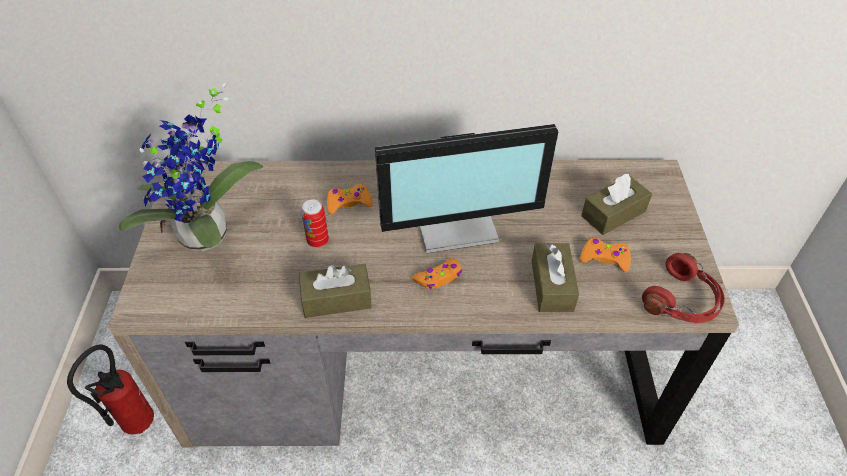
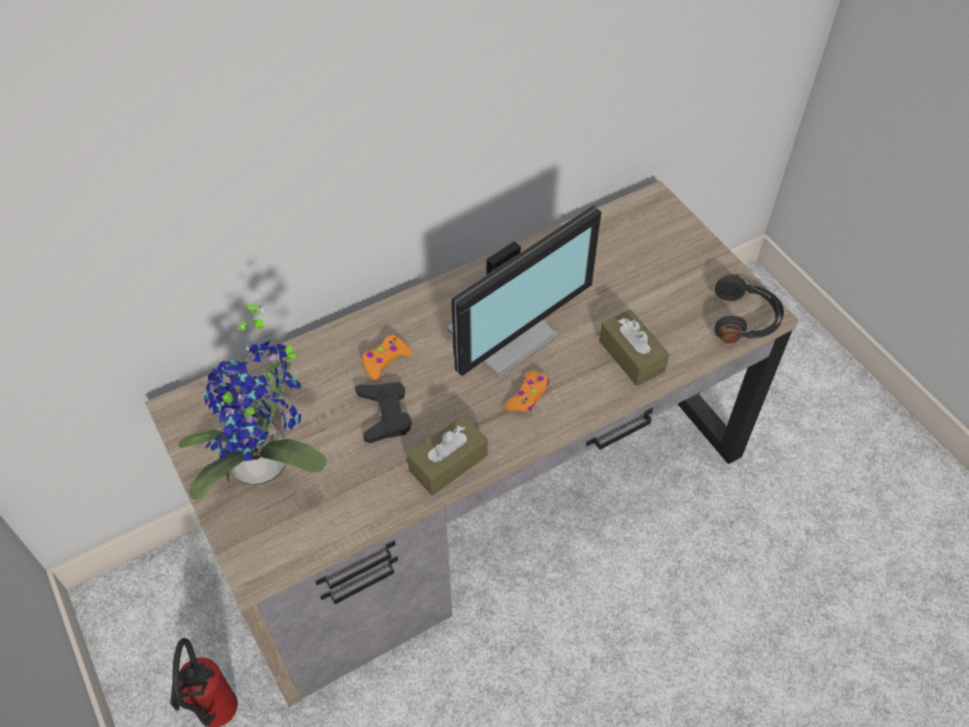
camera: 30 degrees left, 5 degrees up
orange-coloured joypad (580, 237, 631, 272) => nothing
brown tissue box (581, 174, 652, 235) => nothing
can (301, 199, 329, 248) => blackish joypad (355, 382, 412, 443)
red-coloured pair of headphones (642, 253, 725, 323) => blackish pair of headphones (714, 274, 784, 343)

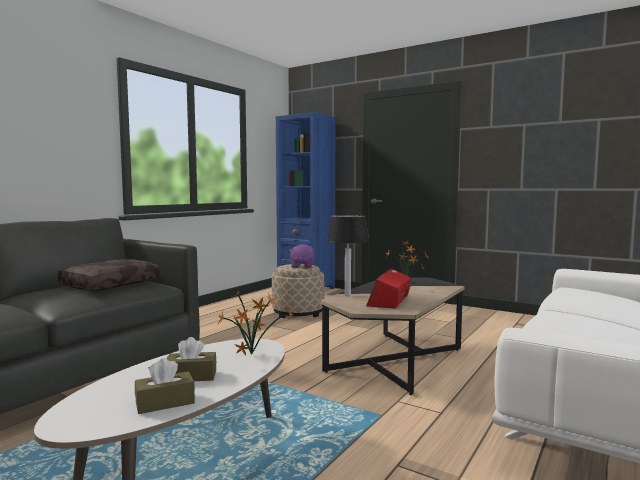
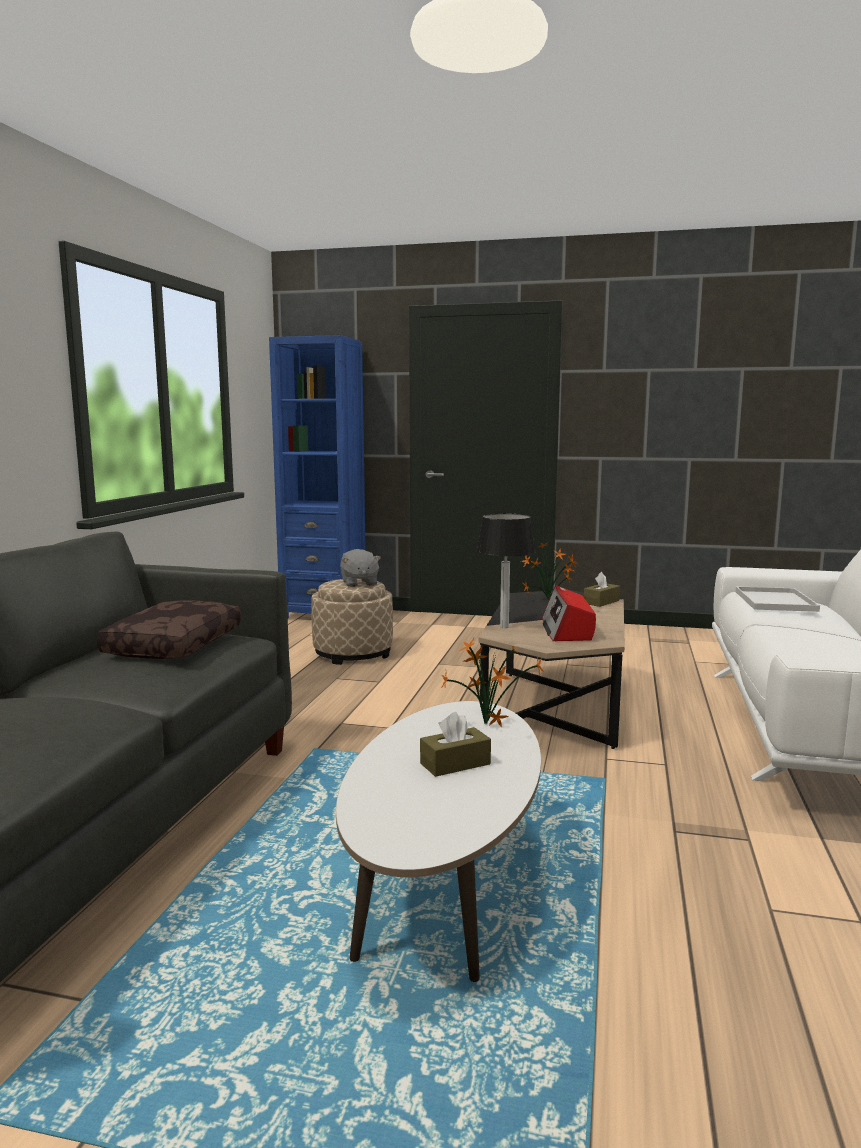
camera: 20 degrees left, 5 degrees up
nothing => white-coloured carrying tray (735, 586, 820, 612)
brown tissue box (135, 358, 195, 414) => brown tissue box (584, 572, 620, 607), relocated
purple-coloured soft toy (289, 244, 315, 268) => gray soft toy (340, 549, 381, 587)

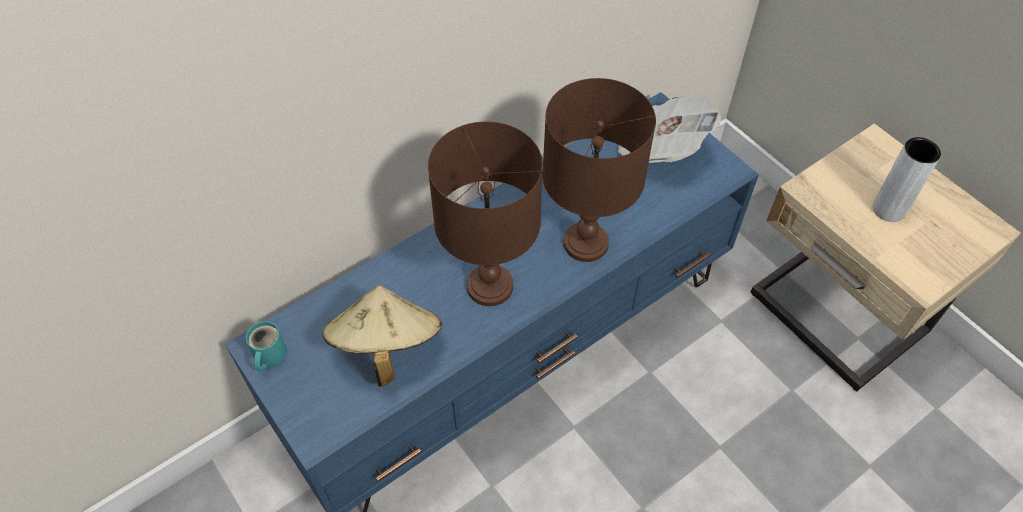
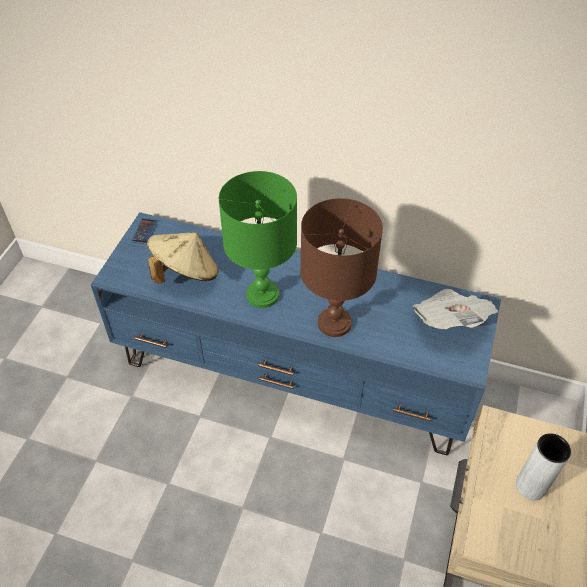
camera: 55 degrees right, 5 degrees down
turquoise coffee mug (246, 321, 287, 372) => phone (131, 218, 157, 244)
brown table lamp (428, 122, 543, 306) => green-coloured table lamp (219, 171, 297, 308)

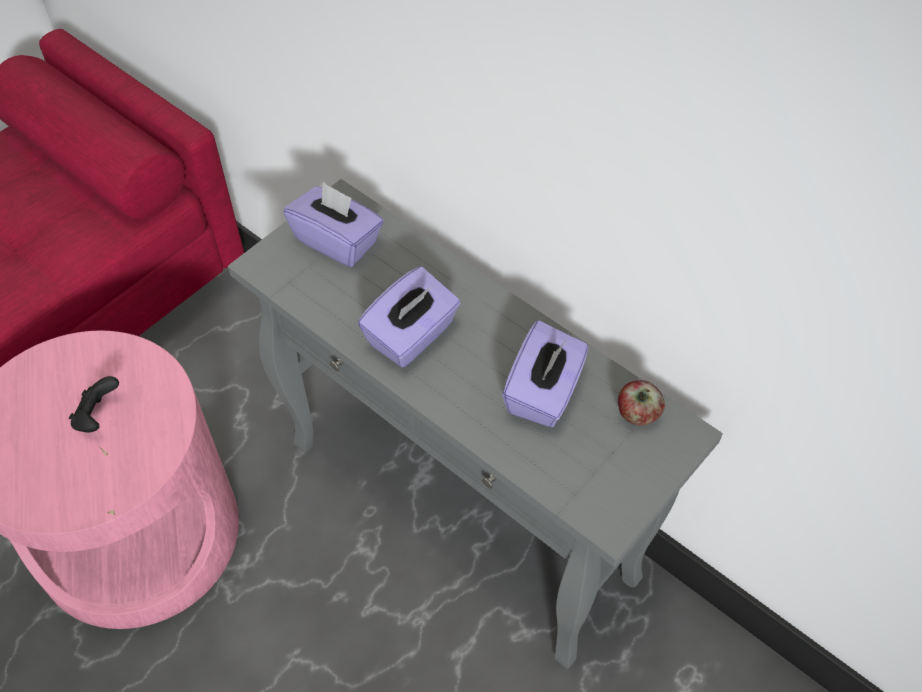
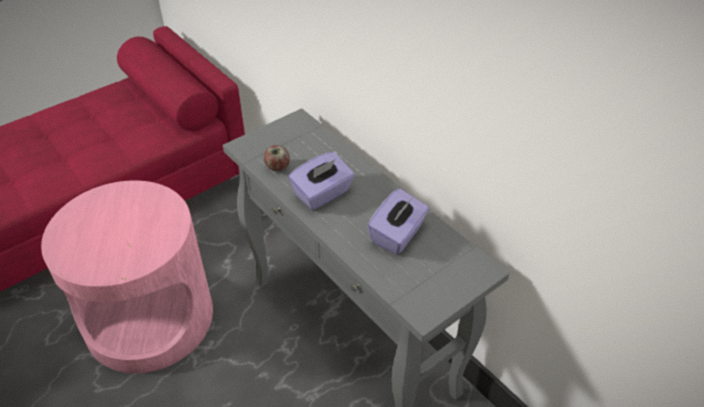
camera: 10 degrees right, 10 degrees down
blackish joypad (69, 376, 119, 432) => nothing
purple-coloured tissue box (283, 182, 384, 267) => nothing
apple (618, 380, 665, 426) => apple (264, 145, 290, 171), relocated

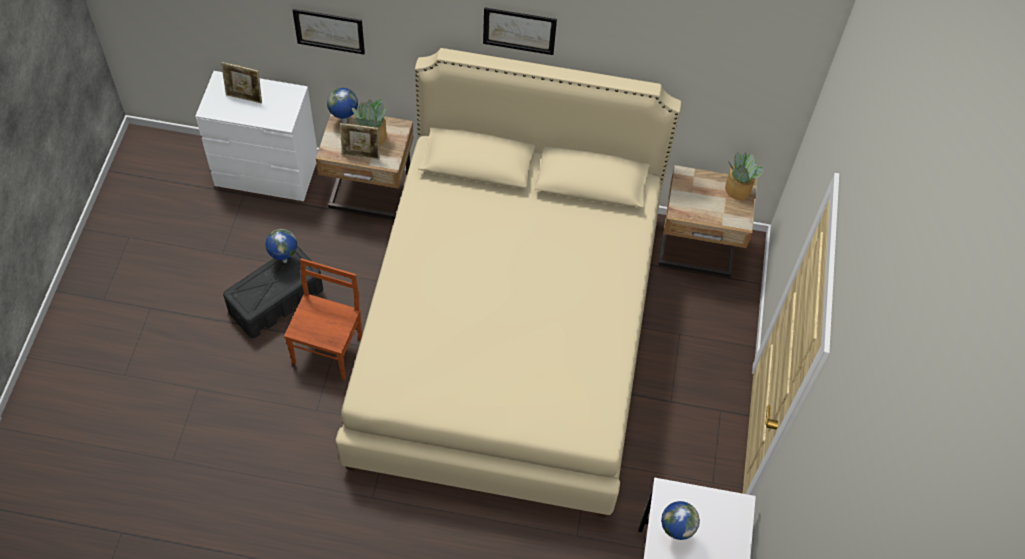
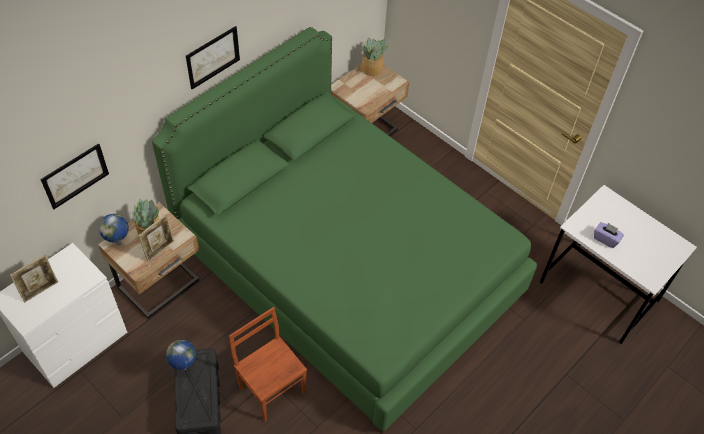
camera: 55 degrees left, 5 degrees down
globe (661, 501, 700, 540) => purple-coloured tissue box (594, 222, 624, 248)
sand-coloured bed (336, 48, 681, 518) => green-coloured bed (152, 27, 537, 433)

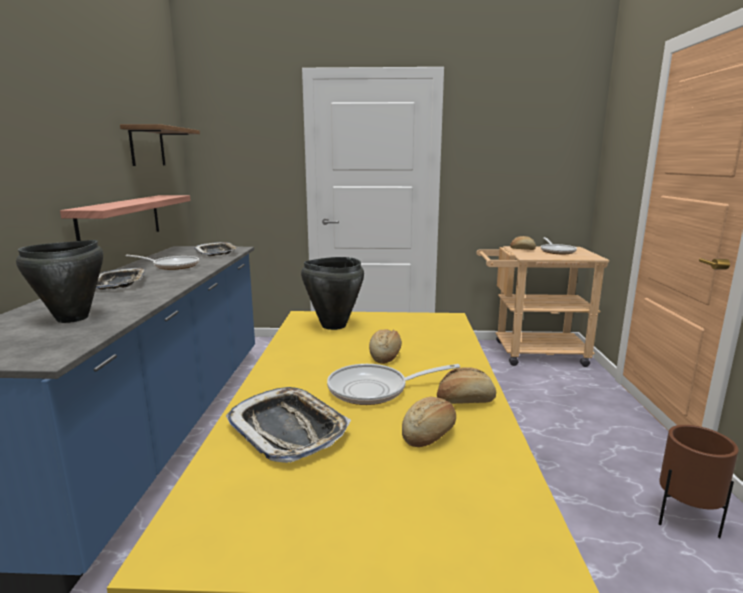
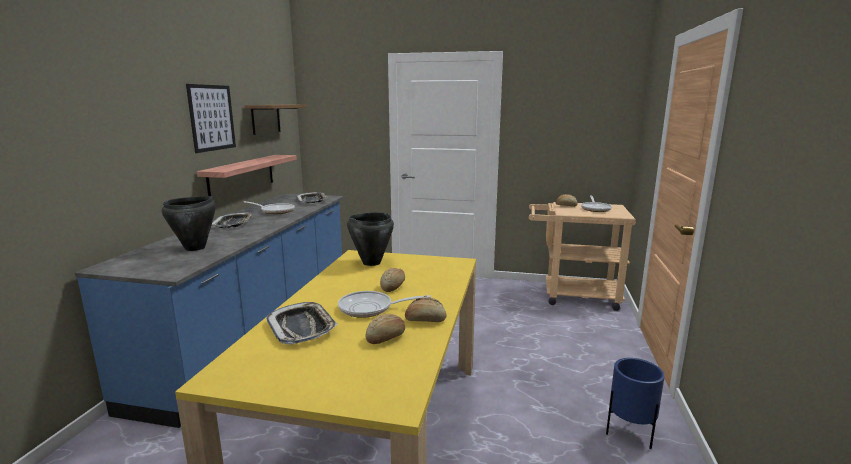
camera: 10 degrees right, 0 degrees up
nothing => wall picture (186, 84, 236, 153)
brown plant pot (659, 425, 739, 538) => blue plant pot (606, 358, 665, 449)

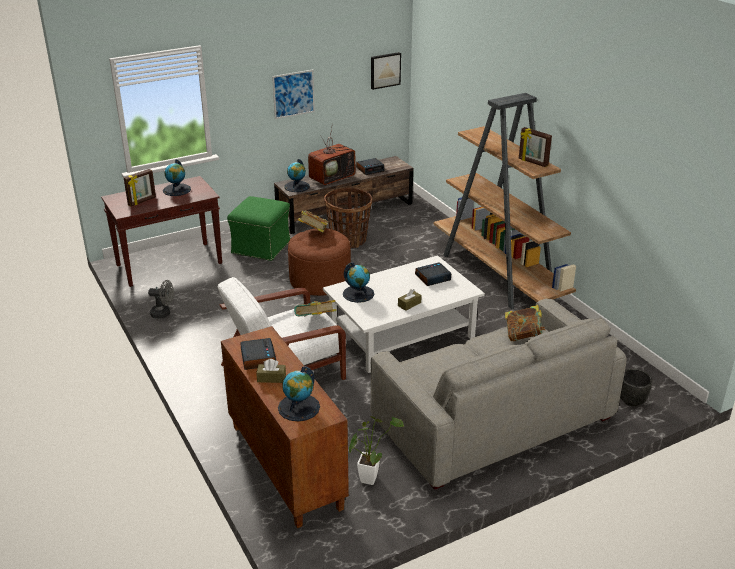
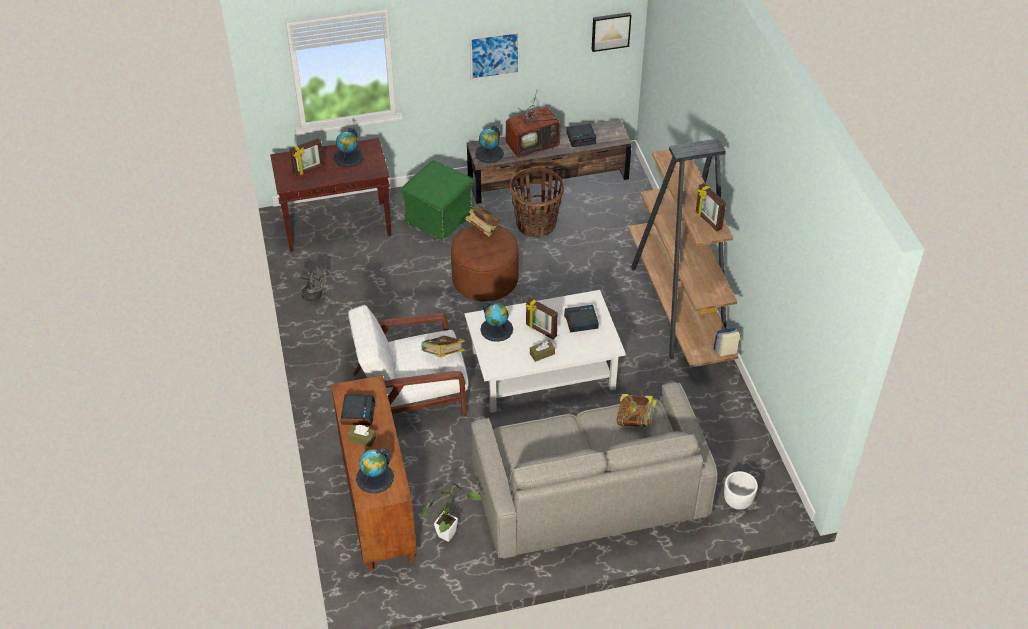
camera: 15 degrees right, 15 degrees up
nothing => picture frame (526, 298, 558, 339)
blackish plant pot (620, 368, 653, 406) => white-coloured plant pot (724, 471, 758, 510)

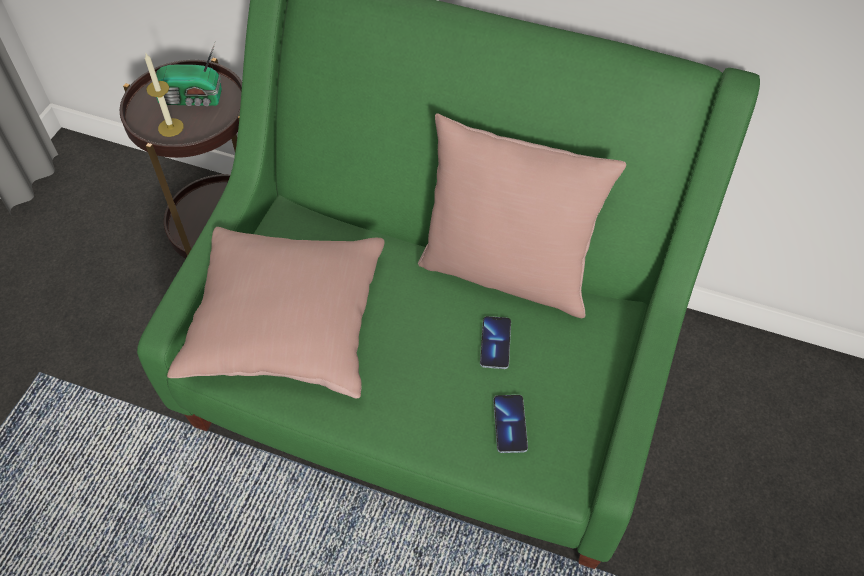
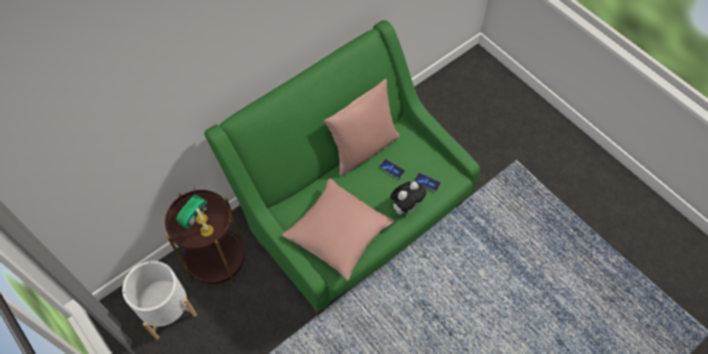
camera: 60 degrees left, 5 degrees up
nothing => white-coloured plant pot (122, 261, 197, 340)
nothing => soft toy (390, 182, 426, 215)

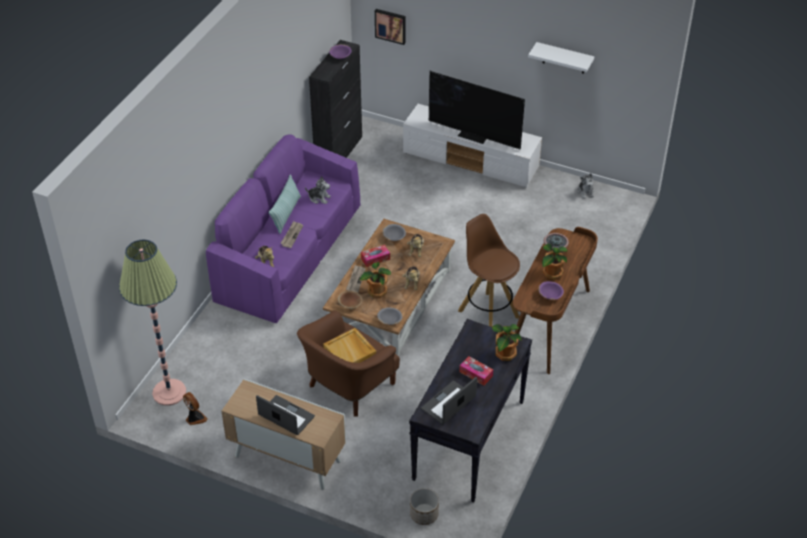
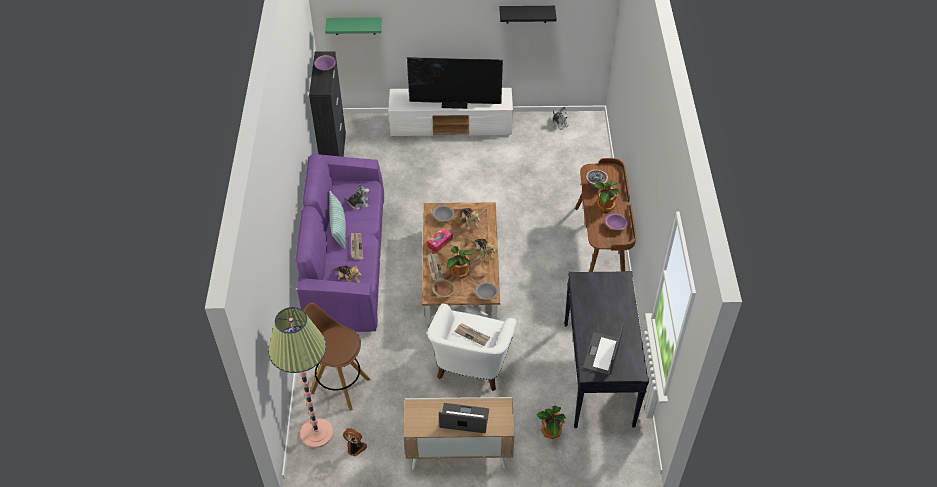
camera: 25 degrees left, 5 degrees up
plant pot (410, 488, 439, 525) => nothing
tissue box (459, 356, 493, 386) => nothing
brown sitting stool (458, 214, 520, 327) => brown sitting stool (299, 302, 371, 411), relocated
potted plant (492, 324, 522, 361) => potted plant (536, 406, 566, 439), relocated
sand-coloured carrying tray (323, 328, 376, 363) => daily paper (454, 323, 491, 346)
wall picture (375, 9, 406, 45) => green-coloured shelf (325, 17, 382, 35)
brown lounge chair (297, 310, 400, 417) => white-coloured lounge chair (427, 304, 516, 391)
white-coloured shelf (528, 42, 595, 74) => blackish shelf (499, 6, 557, 23)

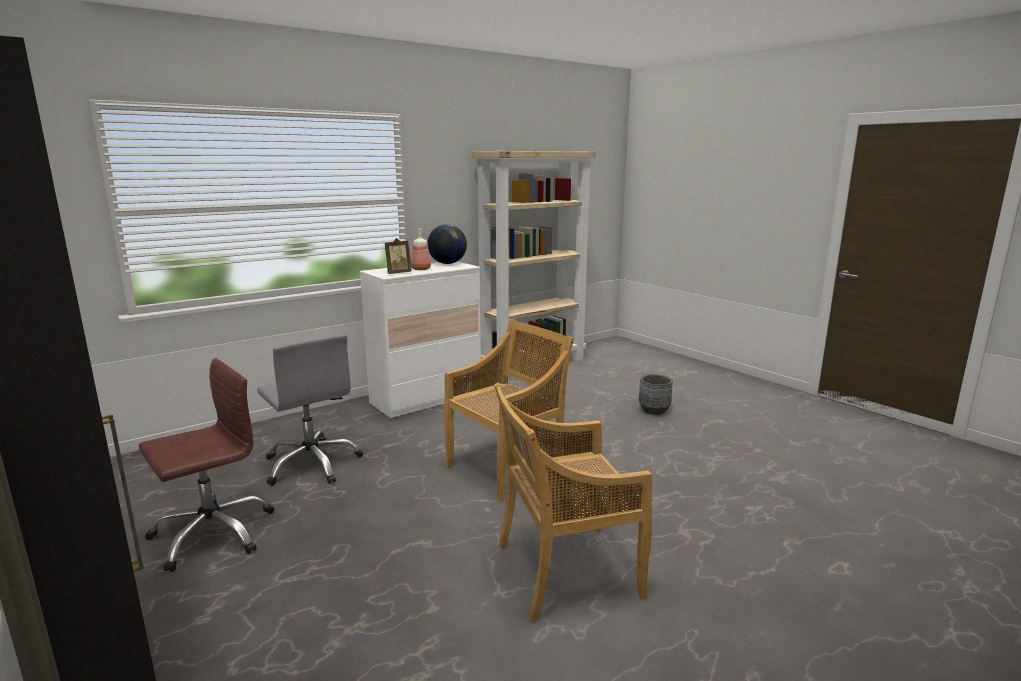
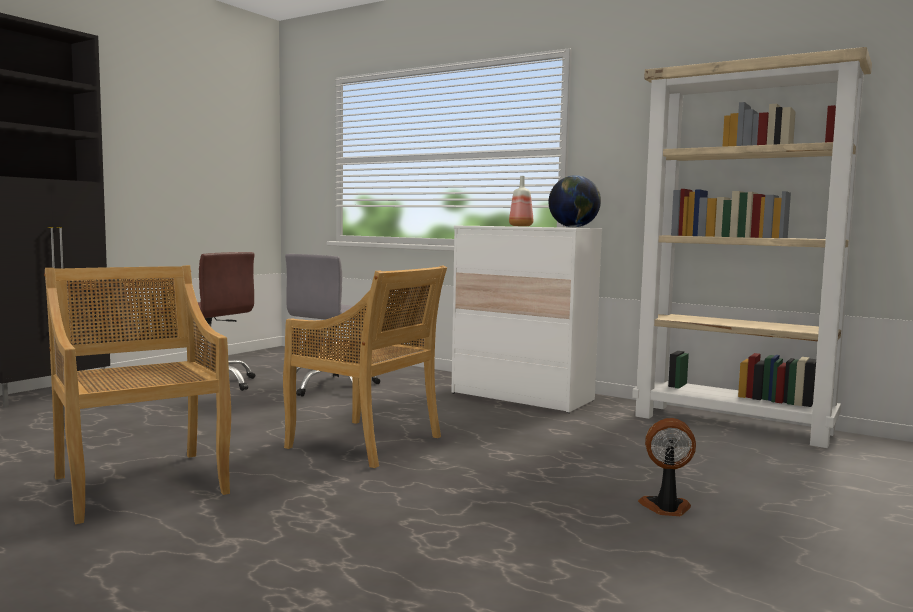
camera: 70 degrees right, 10 degrees down
picture frame (385, 238, 412, 274) => nothing
gray plant pot (639, 374, 673, 415) => cooling fan (638, 418, 696, 516)

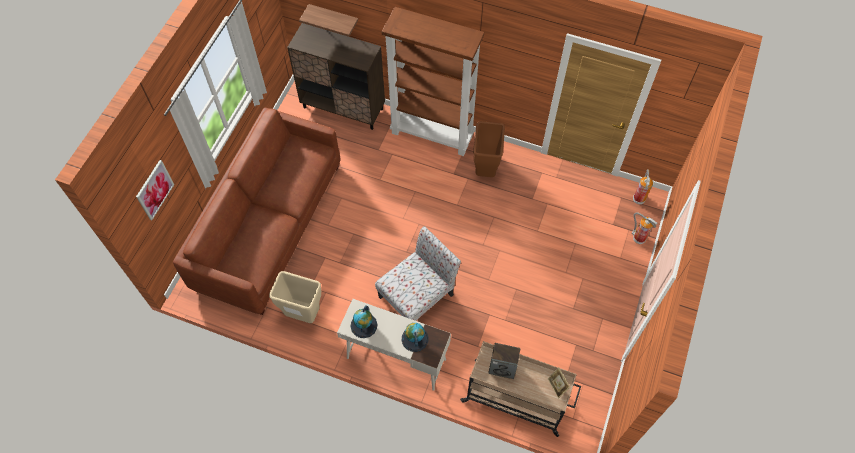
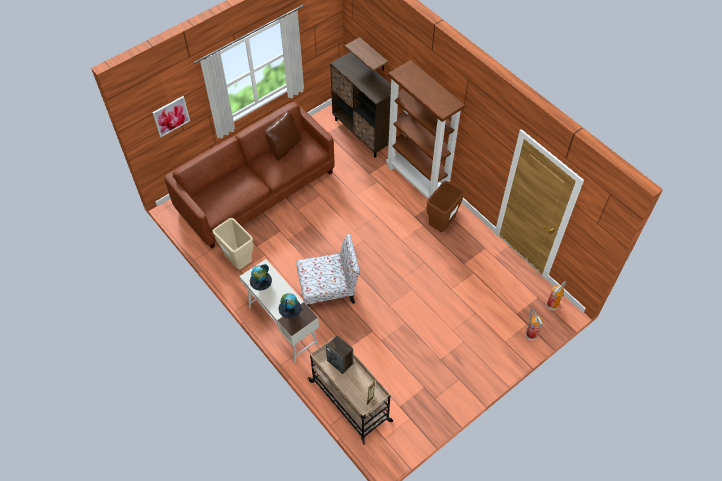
camera: 30 degrees right, 5 degrees down
nothing => brown cushion (264, 111, 301, 161)

